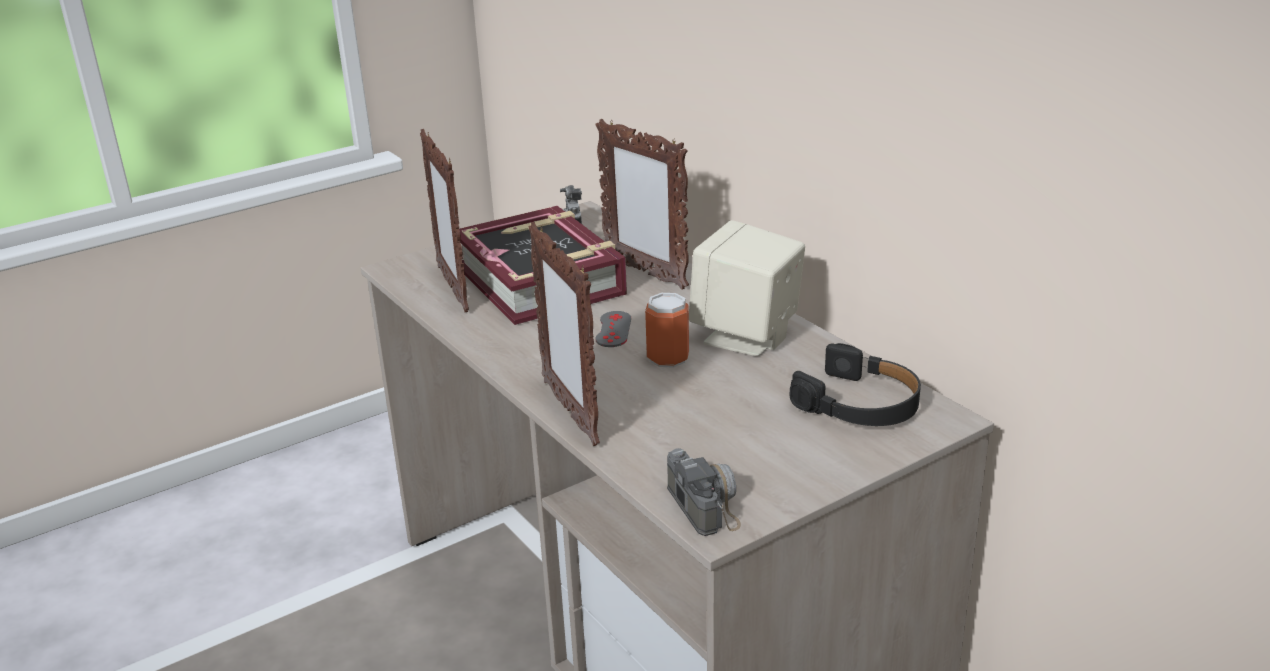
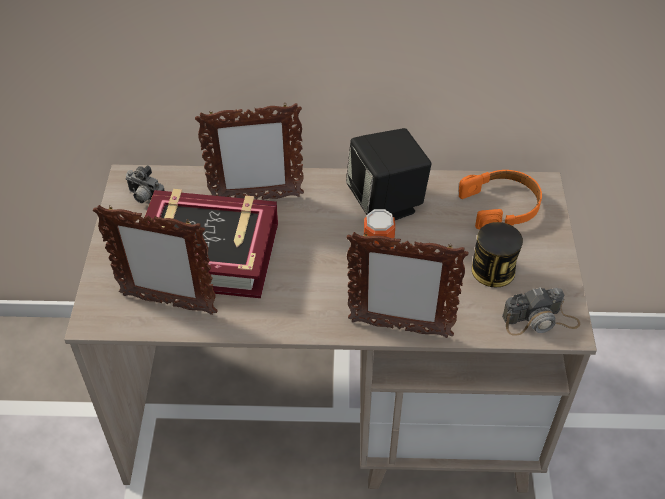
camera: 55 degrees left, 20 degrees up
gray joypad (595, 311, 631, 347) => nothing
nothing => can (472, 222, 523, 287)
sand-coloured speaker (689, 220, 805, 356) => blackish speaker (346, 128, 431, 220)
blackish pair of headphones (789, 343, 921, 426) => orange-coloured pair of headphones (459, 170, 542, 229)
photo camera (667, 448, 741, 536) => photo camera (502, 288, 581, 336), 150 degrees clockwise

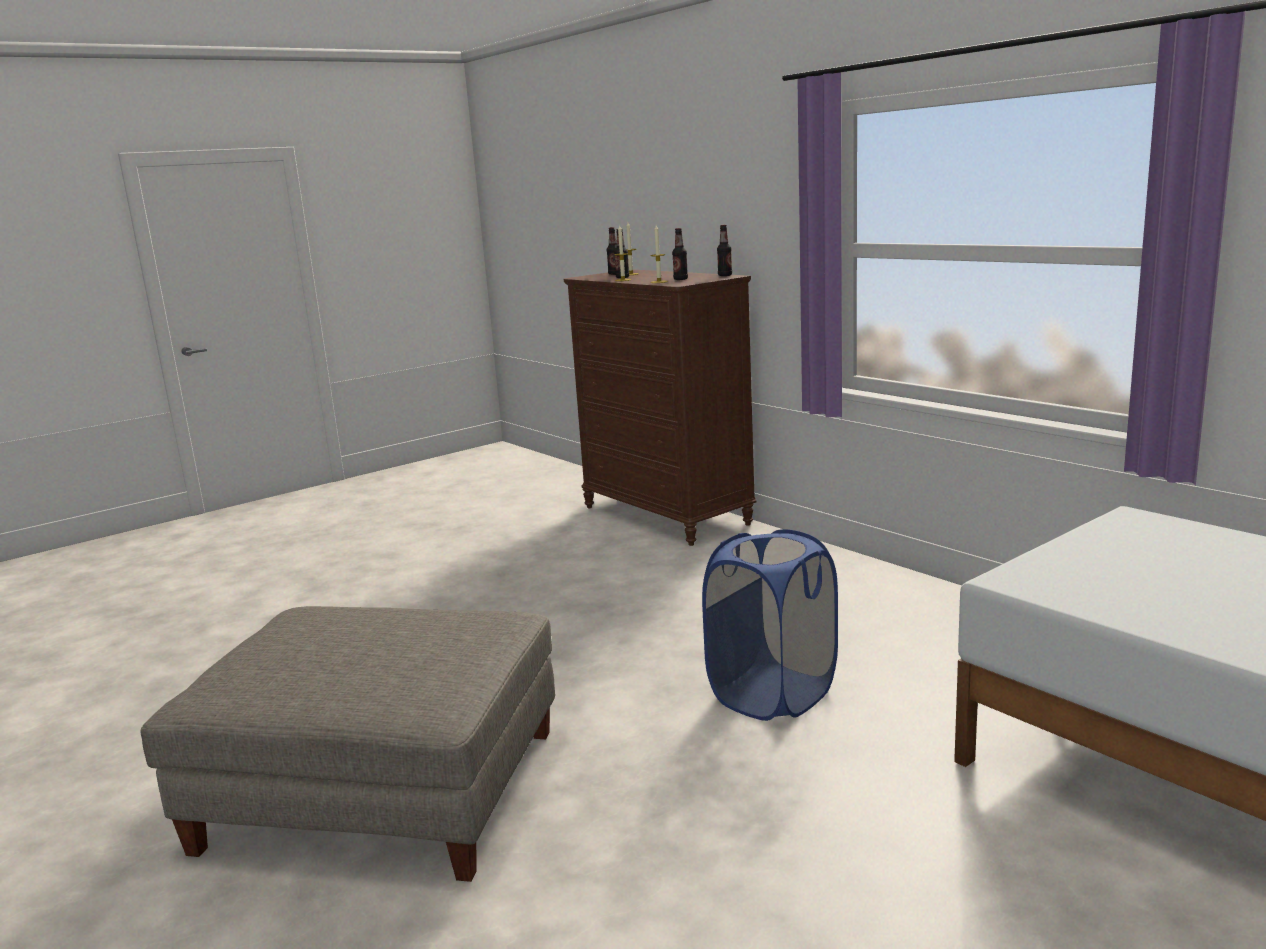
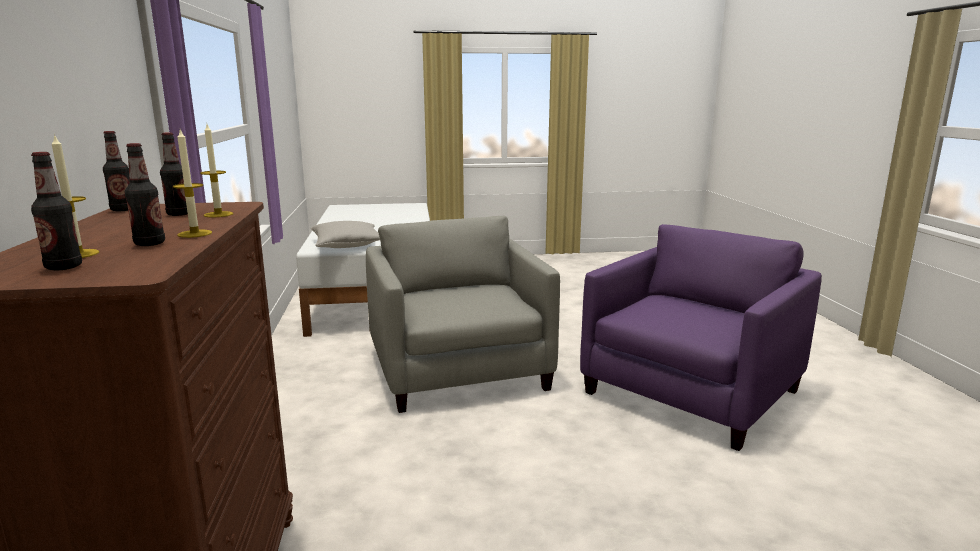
camera: 150 degrees left, 0 degrees up
nothing => gray cushion (311, 221, 380, 248)
gray pouffe (140, 606, 555, 882) => purple-coloured lounge chair (580, 224, 822, 451)
blue hamper (702, 529, 838, 721) => gray lounge chair (366, 216, 560, 413)

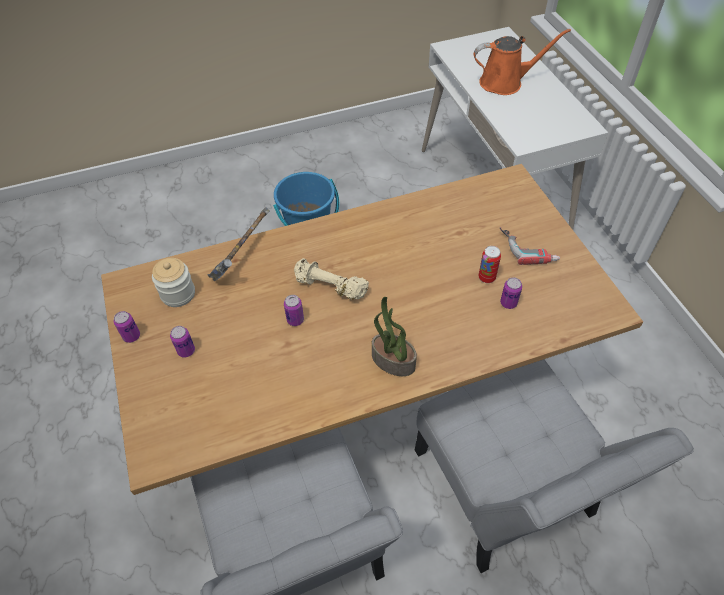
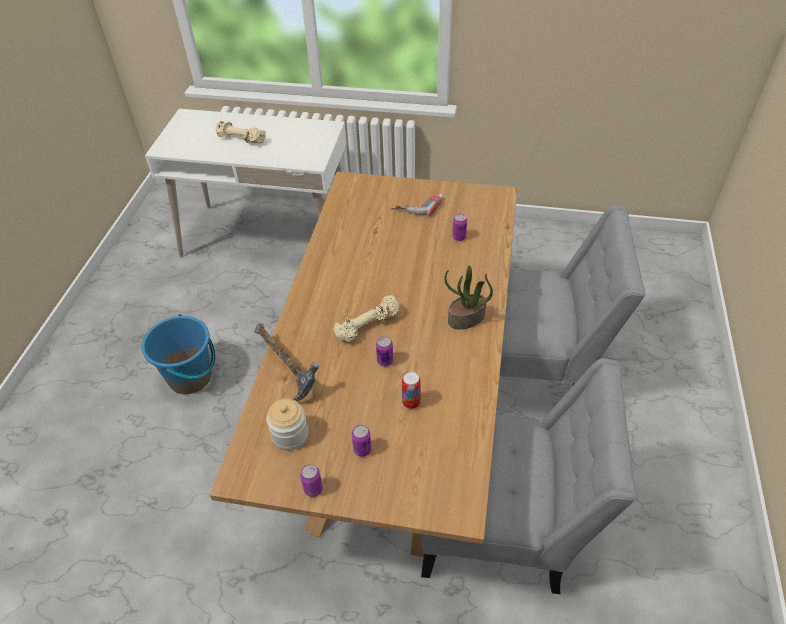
camera: 60 degrees left, 5 degrees down
can (478, 246, 501, 283) => can (402, 372, 421, 409), relocated
orange-coloured watering can (474, 29, 571, 95) => sand-coloured hand weight (215, 121, 266, 144)

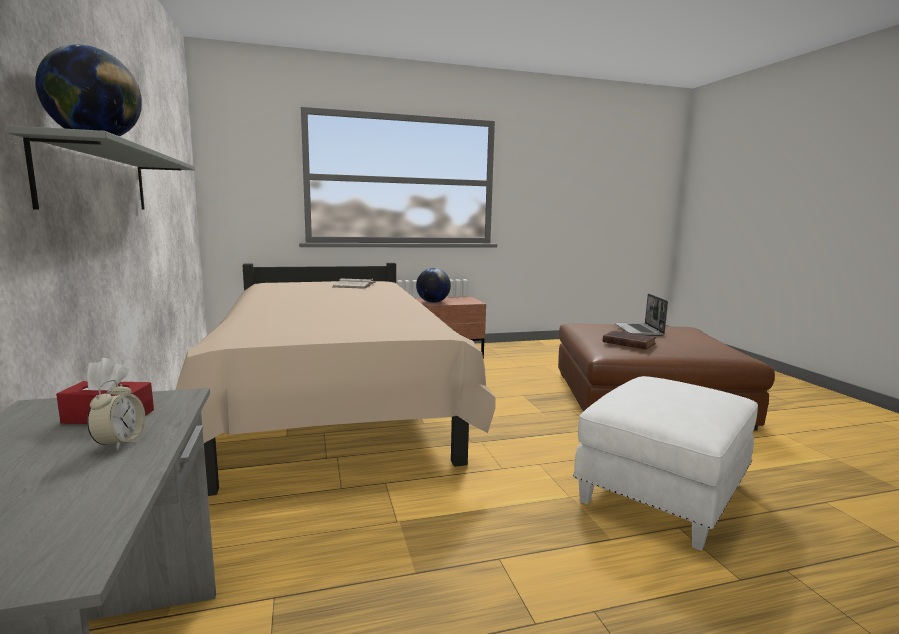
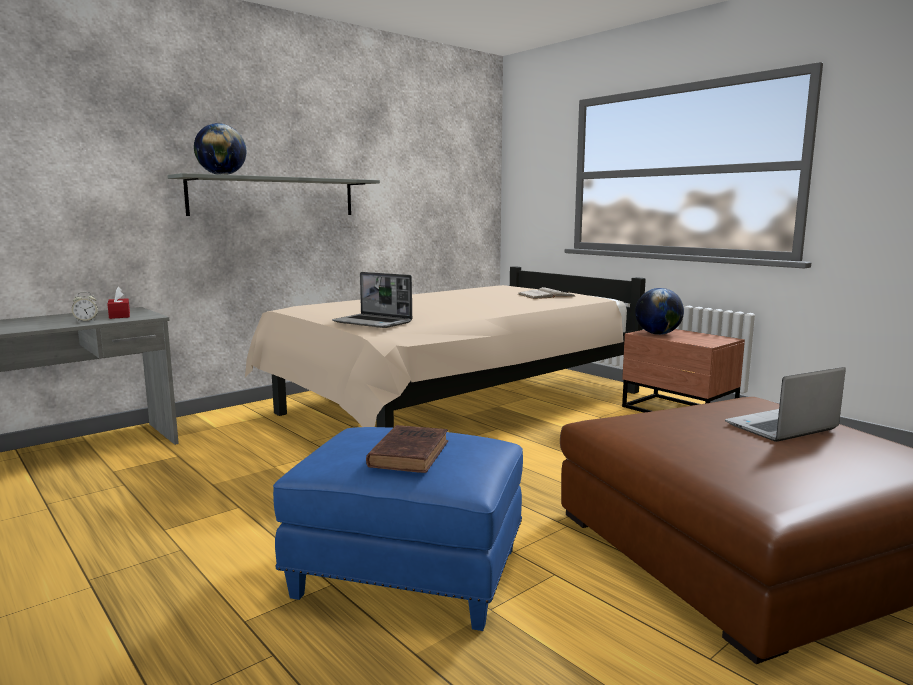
camera: 65 degrees right, 0 degrees up
nothing => notebook computer (332, 272, 412, 328)
brown bound book (603, 330, 656, 350) => brown bound book (366, 425, 448, 473), relocated
white-coloured pouffe (573, 376, 758, 551) => blue pouffe (273, 427, 523, 631)

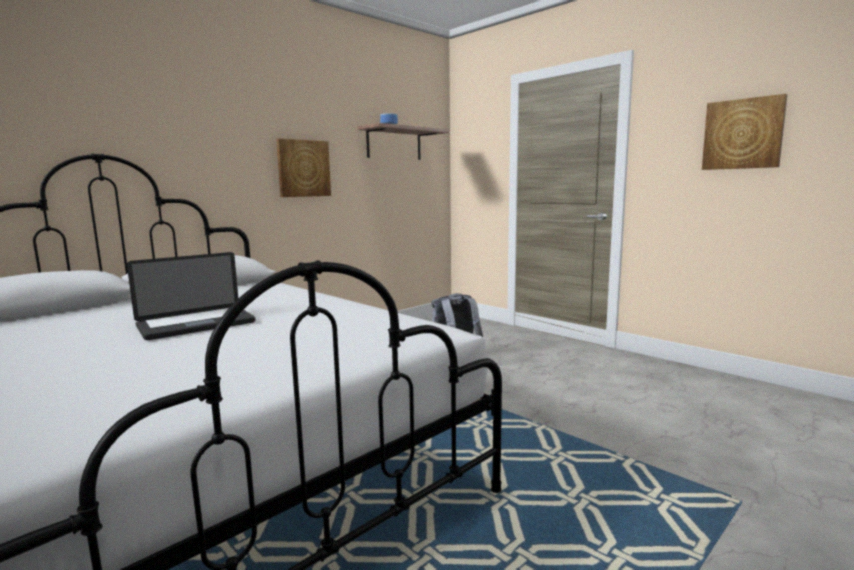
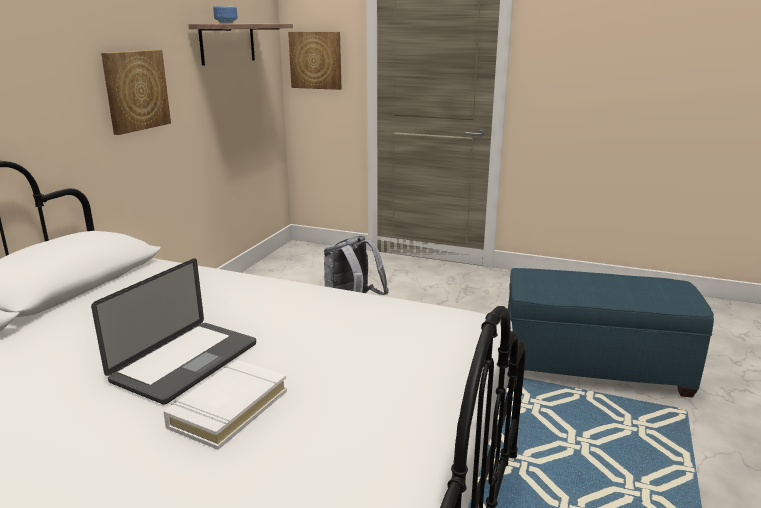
camera: 25 degrees left, 10 degrees up
nothing => white-coloured bound book (163, 360, 287, 450)
nothing => blue pouffe (508, 268, 714, 398)
wall picture (702, 94, 788, 170) => wall picture (288, 32, 342, 90), relocated

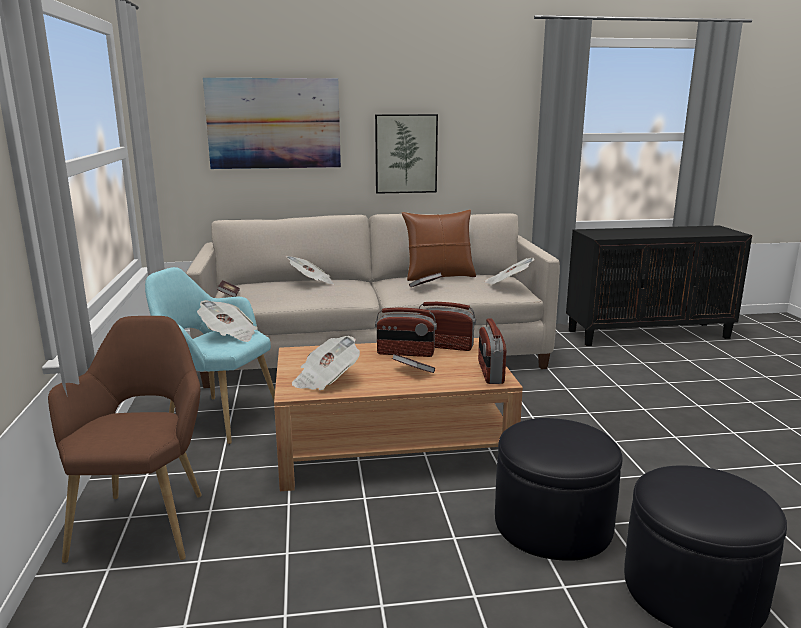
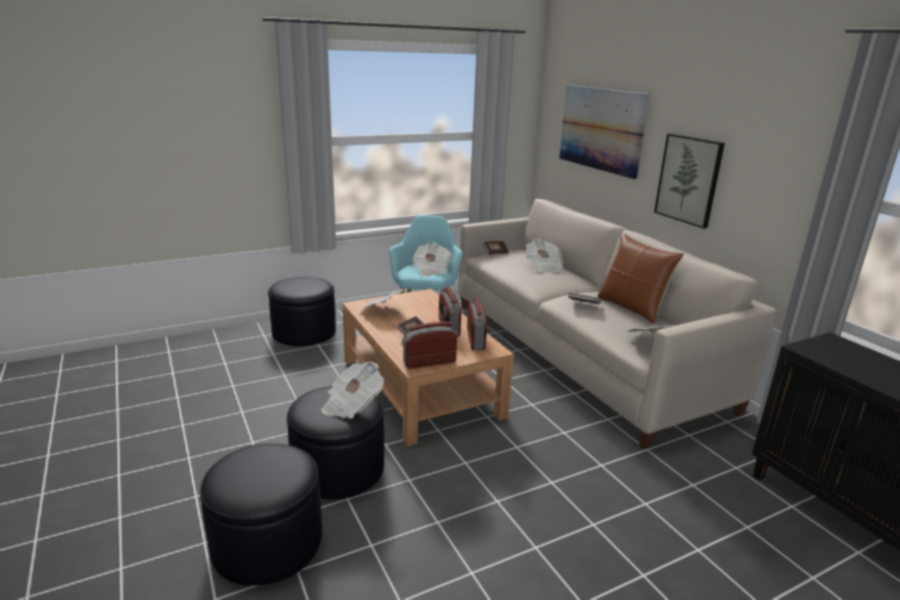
camera: 70 degrees right, 5 degrees up
nothing => daily paper (321, 362, 384, 419)
brown lounge chair (48, 316, 201, 563) => blackish pouffe (268, 277, 336, 346)

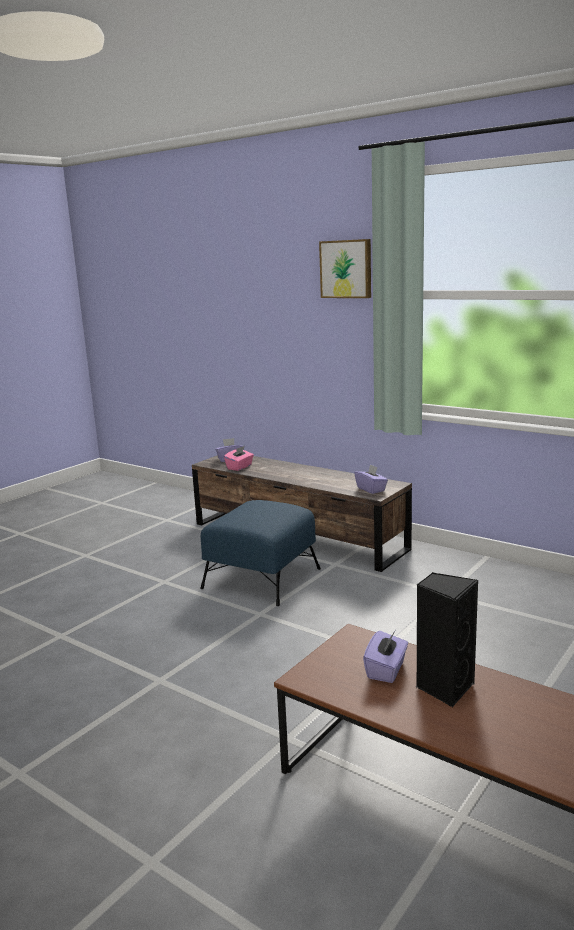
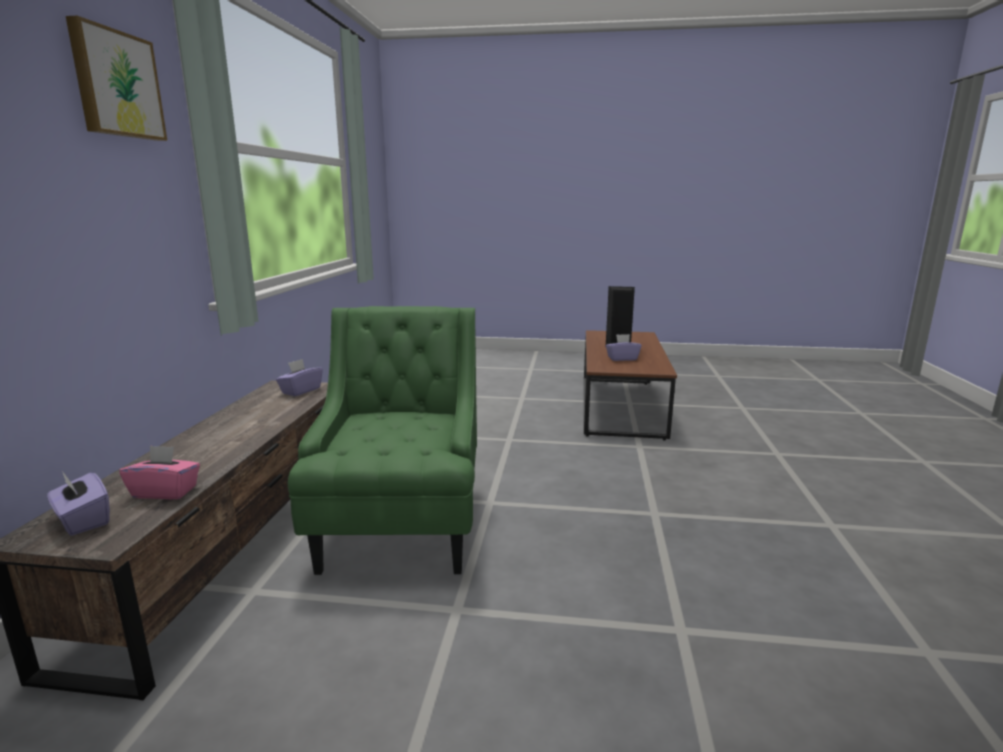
camera: 120 degrees left, 0 degrees up
blue pouffe (200, 500, 321, 606) => green-coloured lounge chair (288, 306, 477, 575)

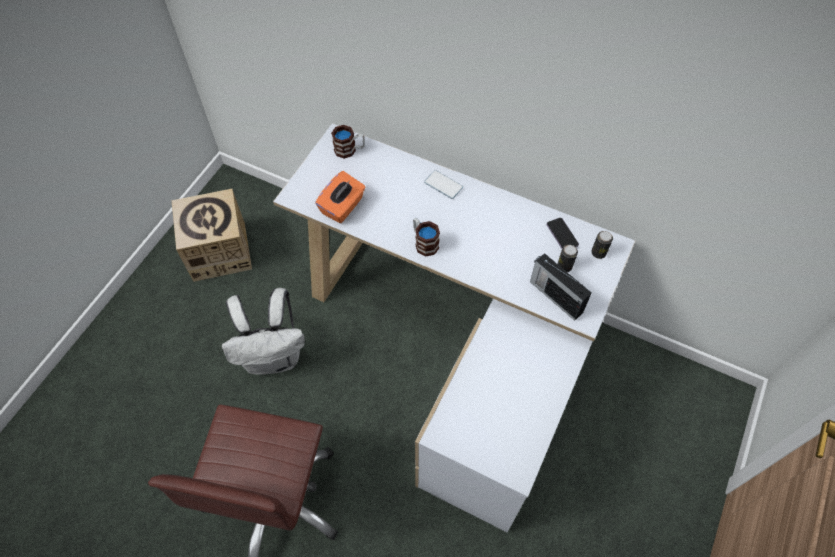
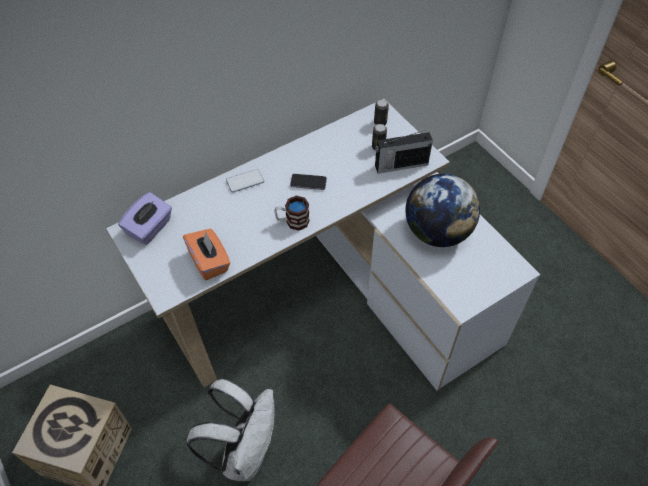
camera: 60 degrees left, 5 degrees down
nothing => globe (405, 174, 480, 247)
phone (547, 218, 579, 248) => phone (290, 174, 327, 190), relocated
coffee mug (331, 125, 365, 159) => purple-coloured tissue box (118, 192, 172, 245)

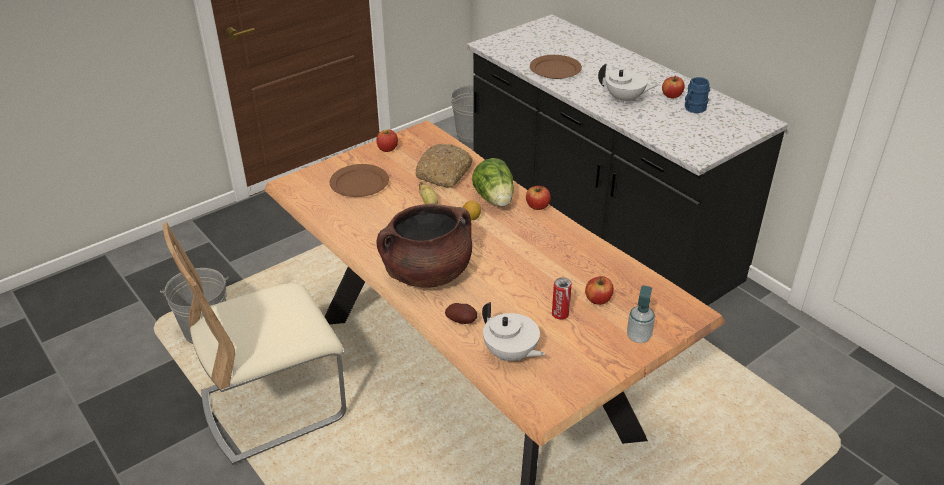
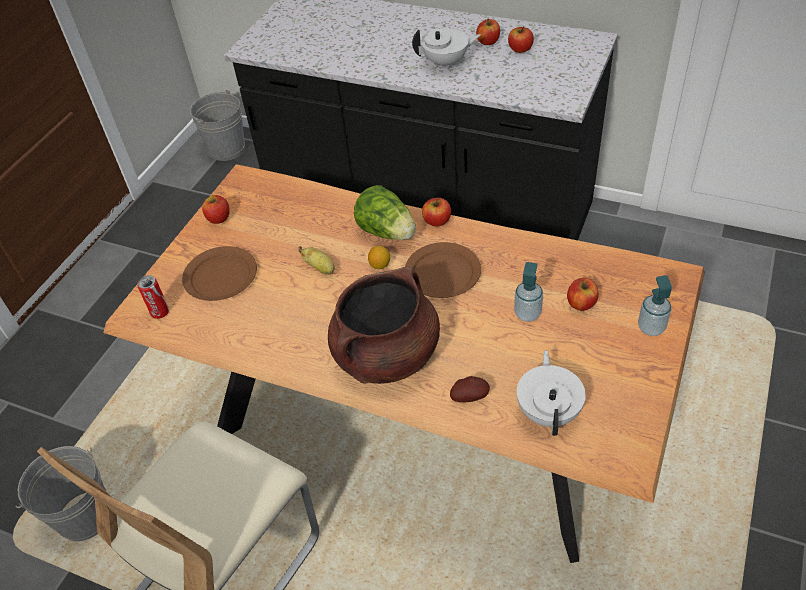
camera: 25 degrees left, 10 degrees up
baked bread (416, 144, 473, 187) => nothing
nothing => soap bottle (514, 262, 543, 322)
brown plate (530, 55, 582, 79) => brown plate (405, 242, 481, 298), relocated
can (552, 277, 572, 320) => can (137, 275, 169, 319), relocated
blue coffee mug (685, 77, 710, 113) => apple (508, 26, 534, 53)
white-coloured teapot (482, 302, 545, 361) => white-coloured teapot (517, 350, 586, 436), 105 degrees counterclockwise

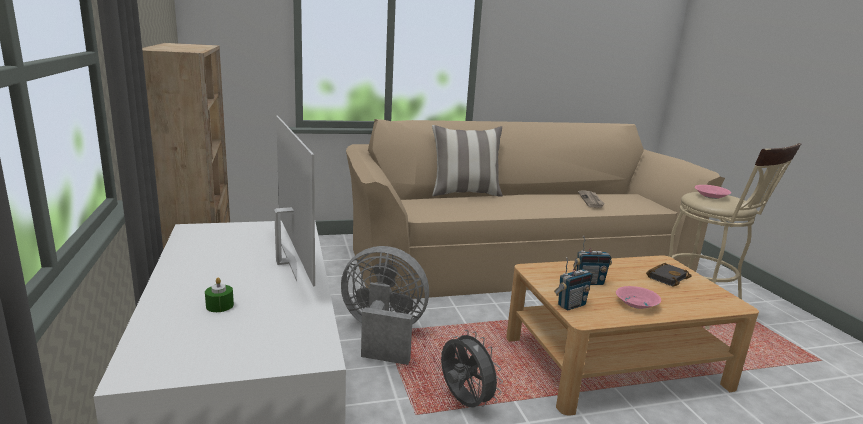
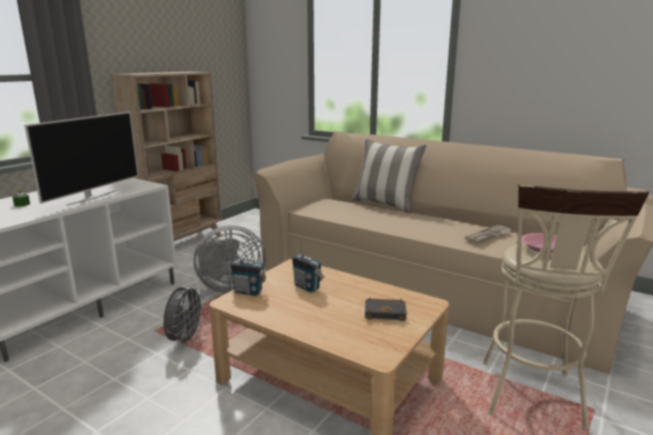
camera: 50 degrees right, 0 degrees up
pink-coloured deep dish (616, 286, 661, 309) => nothing
gray cooling fan (341, 246, 429, 365) => gray cooling fan (194, 225, 266, 294), 105 degrees clockwise

